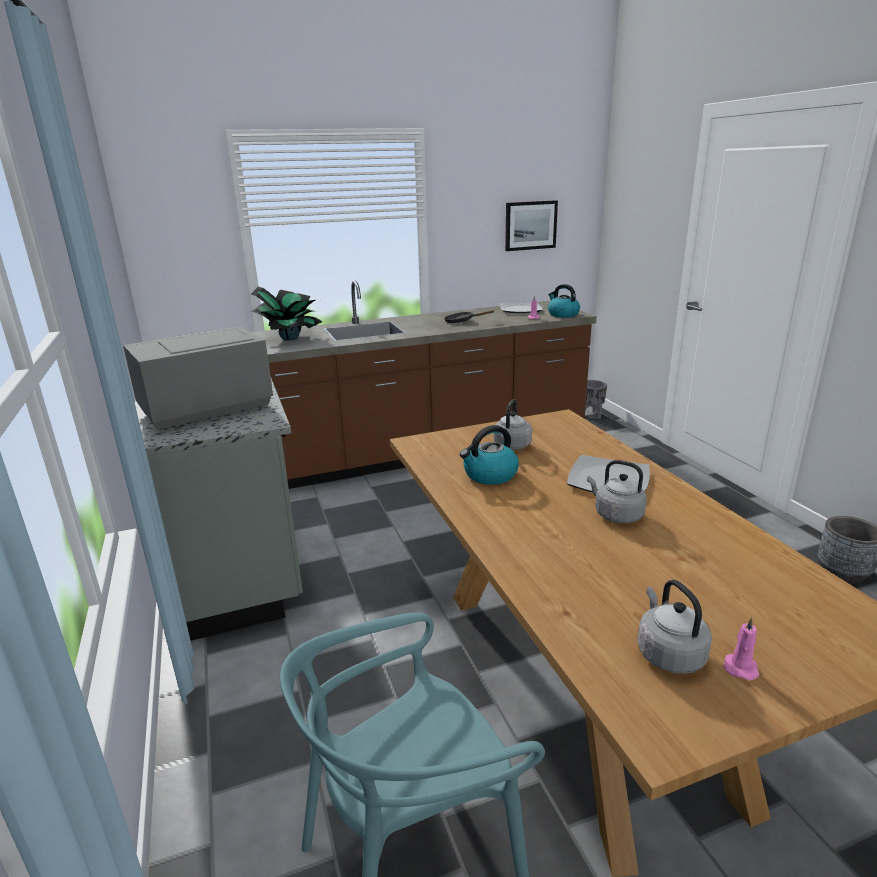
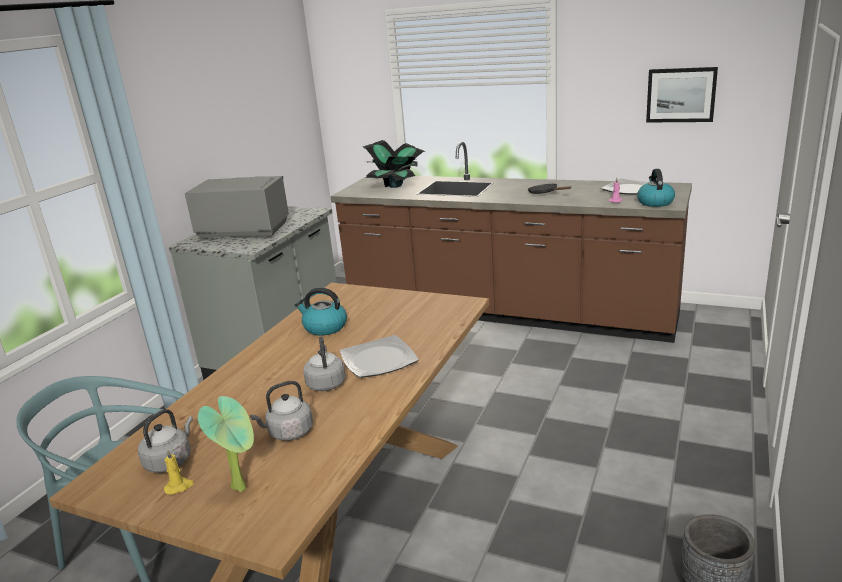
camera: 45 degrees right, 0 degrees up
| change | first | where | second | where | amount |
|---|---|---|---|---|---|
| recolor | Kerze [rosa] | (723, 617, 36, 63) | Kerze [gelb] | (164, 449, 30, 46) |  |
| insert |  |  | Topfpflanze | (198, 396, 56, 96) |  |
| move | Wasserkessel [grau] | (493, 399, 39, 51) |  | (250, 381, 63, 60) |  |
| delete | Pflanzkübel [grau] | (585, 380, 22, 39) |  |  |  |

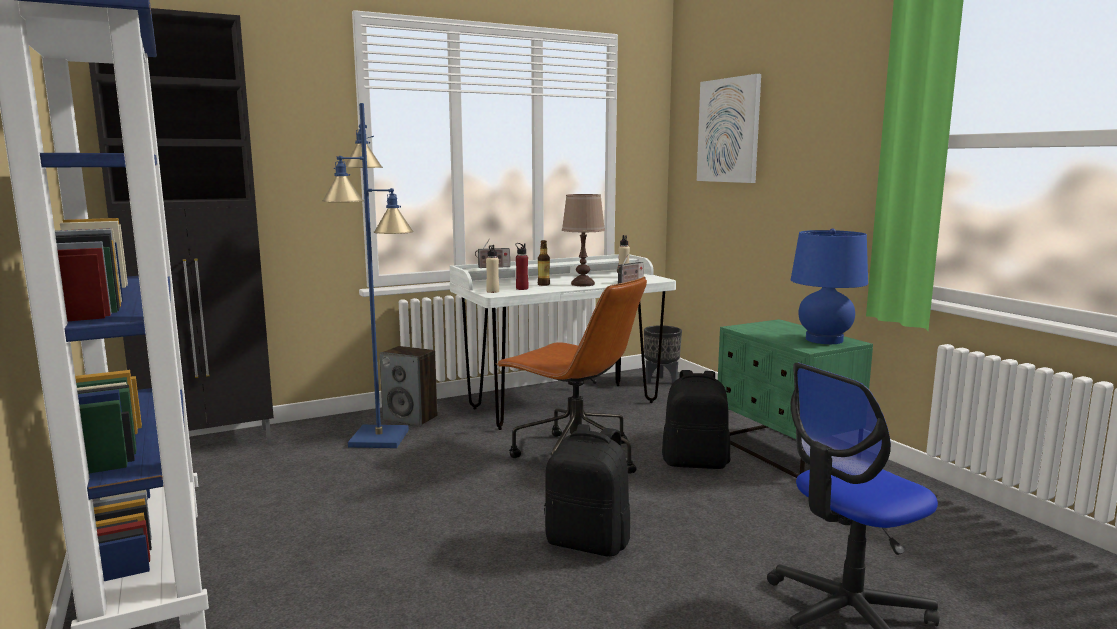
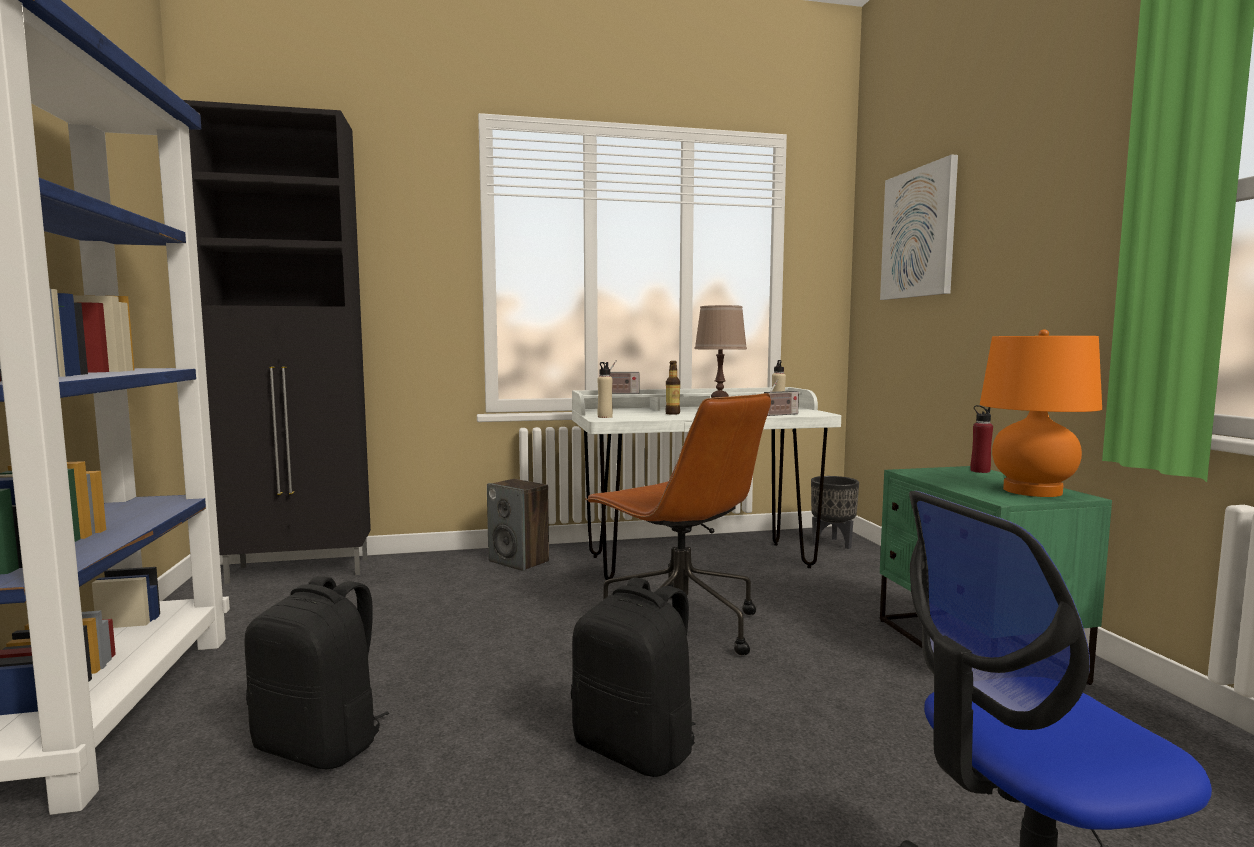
camera: 15 degrees right, 5 degrees down
| change | first | where | second | where | amount |
|---|---|---|---|---|---|
| move | Rucksack [schwarz] | (662, 370, 68, 99) |  | (245, 576, 144, 193) |  |
| move | Flasche [rot] | (515, 243, 13, 47) |  | (971, 405, 22, 68) |  |
| recolor | Tischlampe [blau] | (791, 228, 77, 116) | Tischlampe [orange] | (980, 329, 122, 168) |  |
| delete | Stehlampe [blau] | (322, 103, 92, 345) |  |  |  |

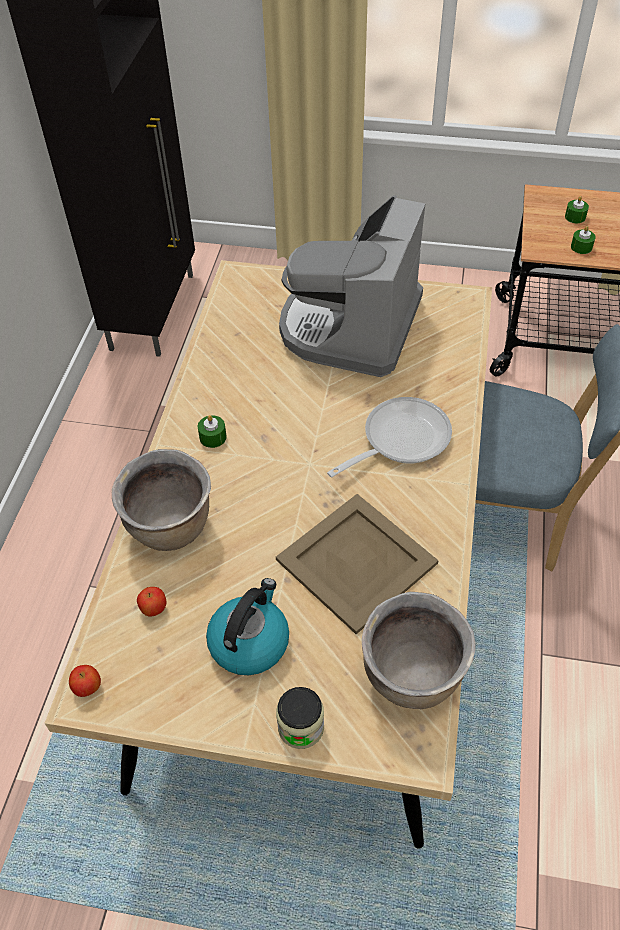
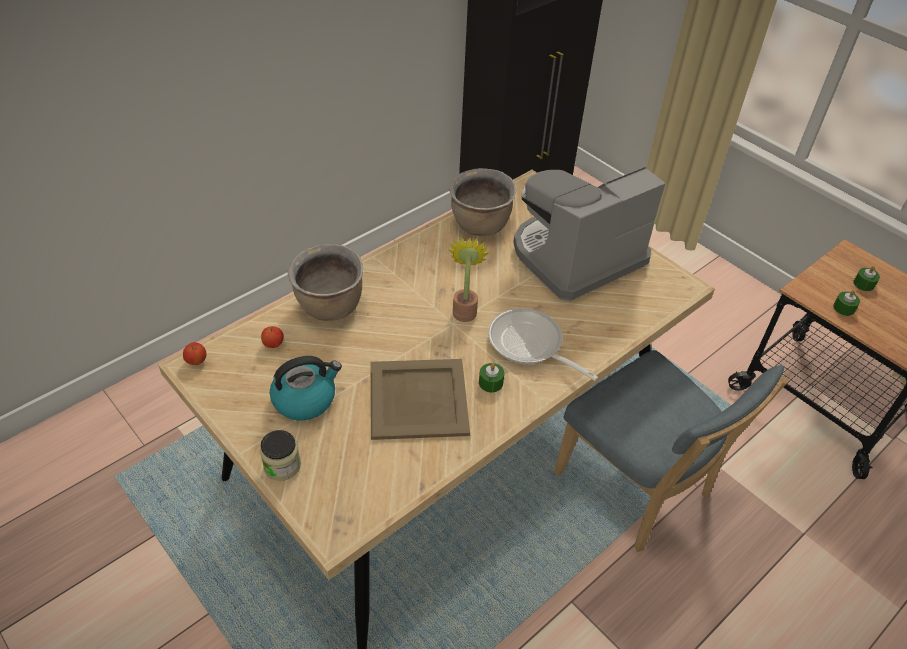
camera: 35 degrees right, 5 degrees down
| change | first | where | second | where | amount |
|---|---|---|---|---|---|
| insert |  |  | Topfpflanze | (448, 237, 42, 85) |  |
| move | Kochtopf [braun] | (362, 592, 114, 117) |  | (449, 168, 67, 68) |  |
| move | Kerze [grün] | (198, 415, 29, 33) |  | (479, 363, 25, 29) |  |
| rotate | Pfanne | (327, 397, 125, 80) |  | (488, 308, 110, 73) | 135 degrees counterclockwise |

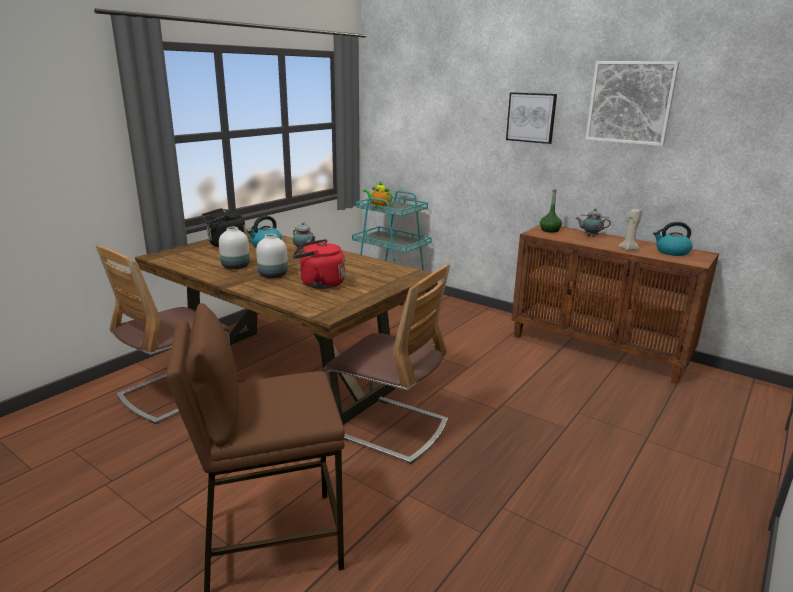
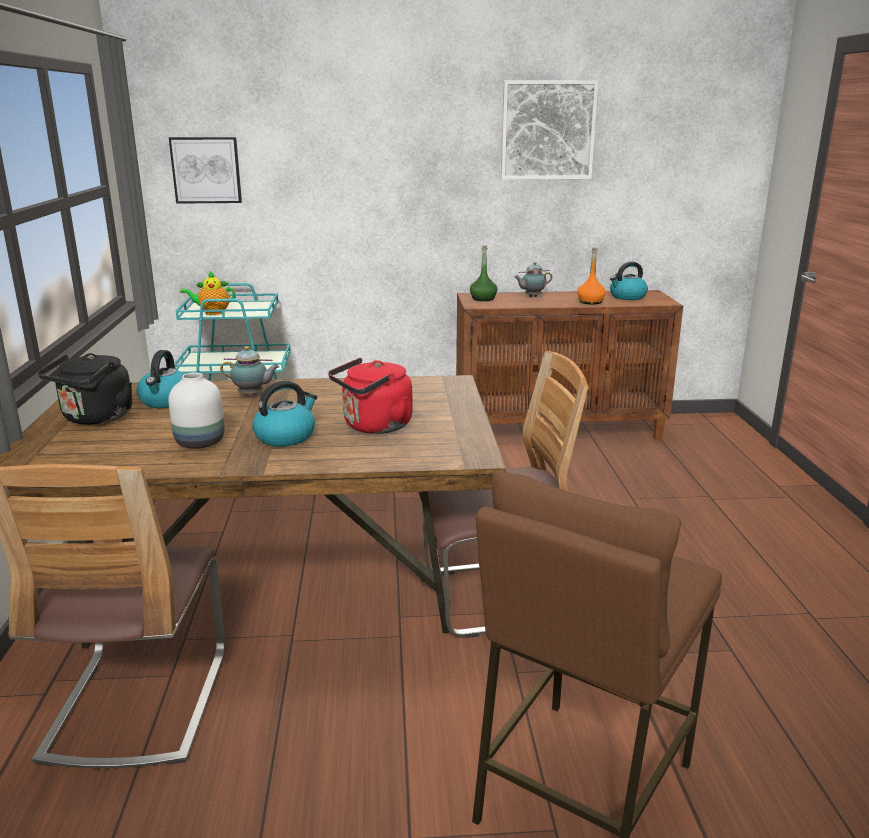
camera: 40 degrees left, 0 degrees up
| change | first | where | second | where | amount |
|---|---|---|---|---|---|
| move | Bild | (506, 92, 51, 52) |  | (169, 137, 73, 67) |  |
| replace | Vase [weiß] | (256, 234, 32, 45) | Wasserkessel | (252, 381, 65, 66) |  |
| replace | Kerze [beige] | (618, 208, 24, 43) | Flasche [orange] | (577, 247, 29, 58) |  |

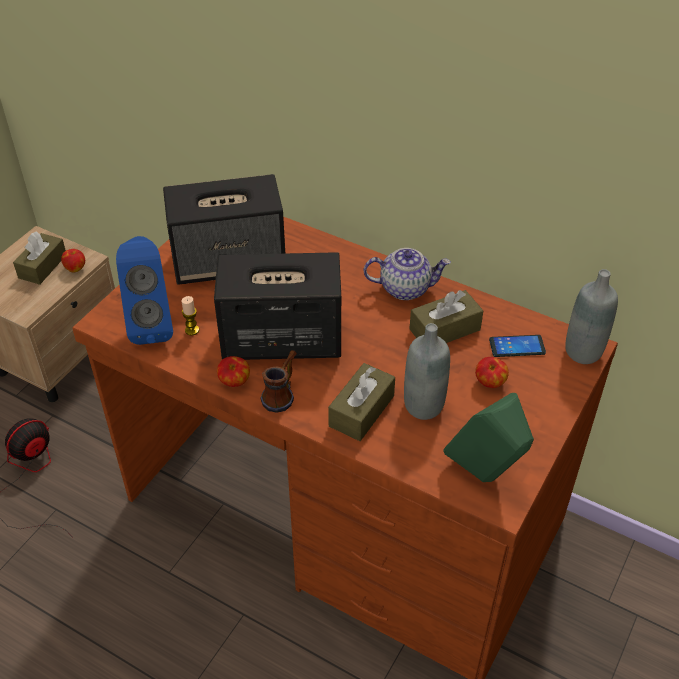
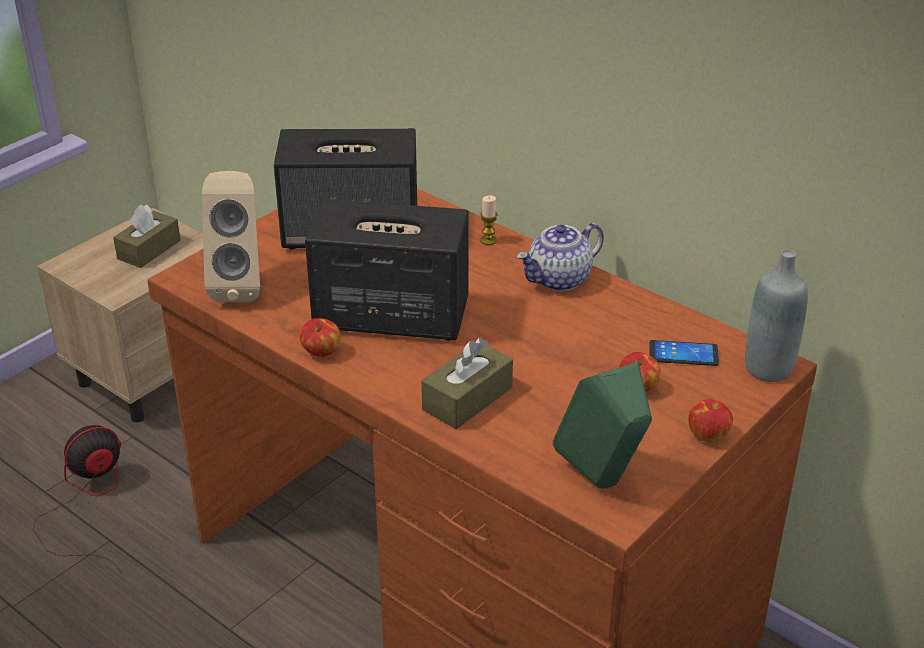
camera: 10 degrees right, 10 degrees down
| change | first | where | second | where | amount |
|---|---|---|---|---|---|
| recolor | Lautsprecher [blau] | (116, 236, 57, 109) | Lautsprecher [beige] | (202, 171, 58, 131) |  |
| move | Kerze | (181, 296, 18, 39) |  | (480, 195, 17, 50) |  |
| rotate | Teekanne | (364, 248, 87, 52) |  | (516, 223, 88, 68) | 135 degrees clockwise |
| move | Apfel | (61, 249, 24, 24) |  | (688, 399, 45, 44) |  |
| delete | Henkelbecher | (261, 350, 36, 62) |  |  |  |
| delete | Flasche [grau] | (404, 323, 46, 97) |  |  |  |
| delete | Taschentuchbox [braun] | (409, 290, 74, 53) |  |  |  |

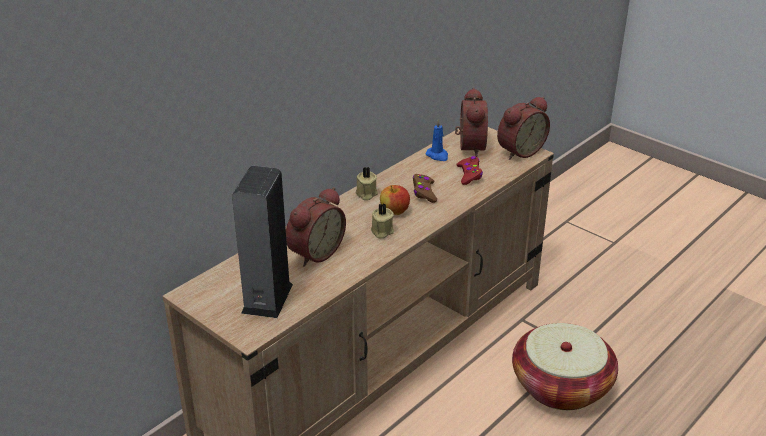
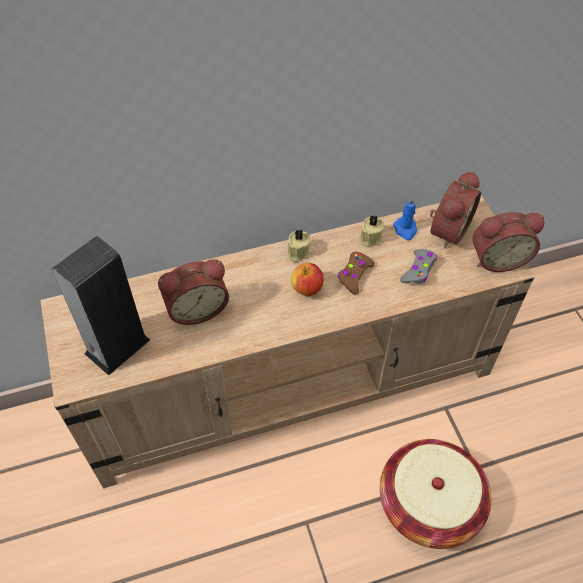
camera: 30 degrees right, 20 degrees up
| change | first | where | second | where | amount |
|---|---|---|---|---|---|
| move | Kerze [beige] | (371, 203, 23, 36) |  | (360, 215, 24, 32) |  |
| recolor | Gamepad [rot] | (456, 156, 27, 29) | Gamepad [grau] | (400, 249, 37, 34) |  |

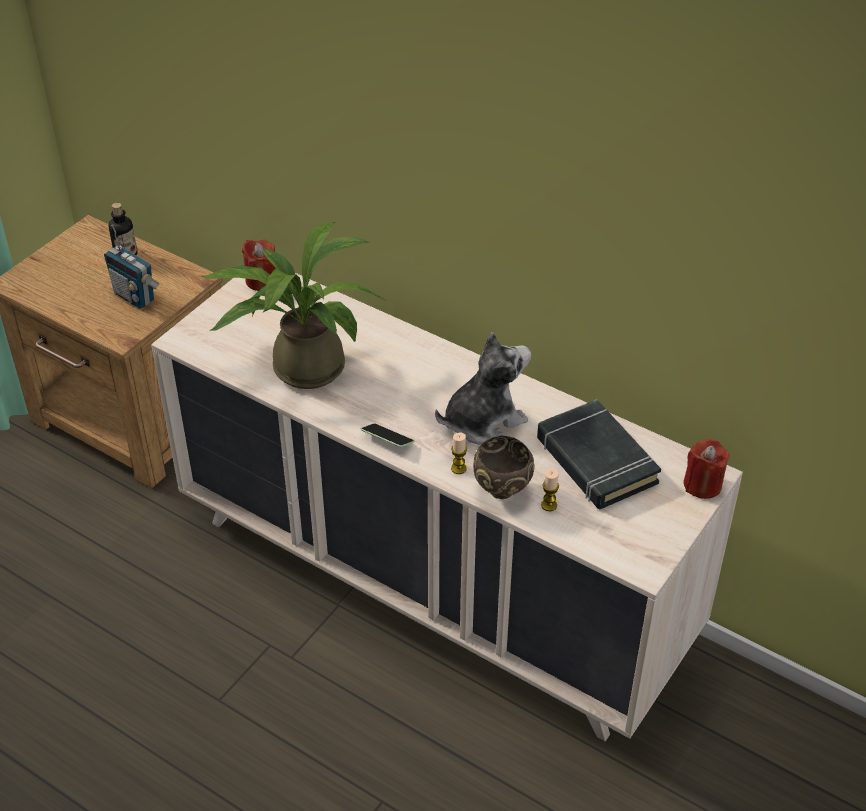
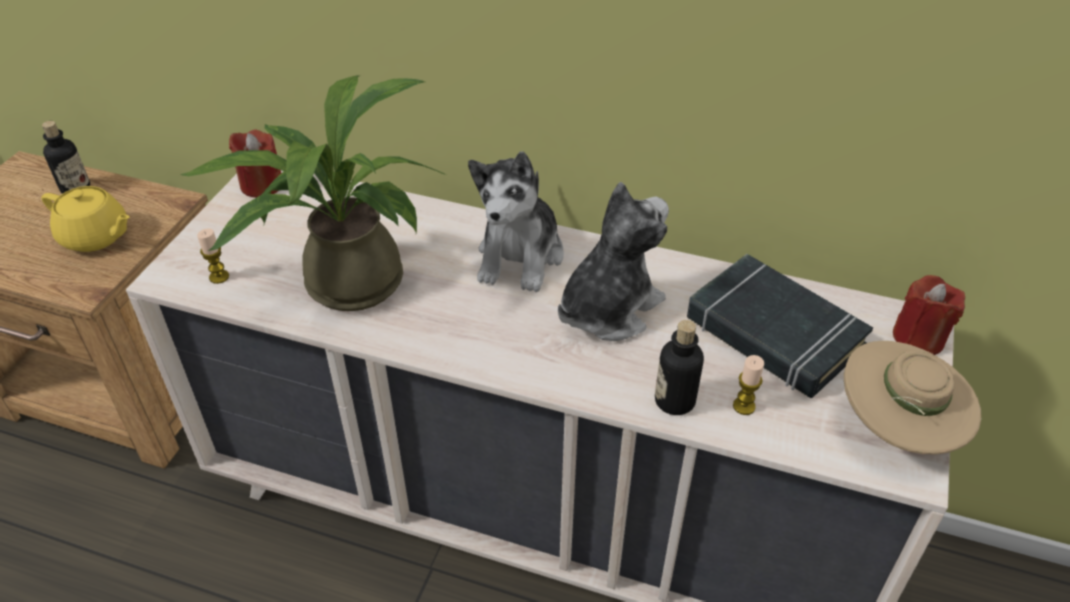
camera: 15 degrees left, 0 degrees up
| change | first | where | second | where | amount |
|---|---|---|---|---|---|
| replace | Radio | (104, 225, 56, 84) | Teekanne [gelb] | (41, 186, 88, 66) |  |
| move | Kerze | (451, 433, 16, 41) |  | (197, 228, 32, 56) |  |
| insert |  |  | Plüschtier | (468, 151, 96, 141) |  |
| replace | Schüssel [braun] | (473, 436, 62, 63) | Flasche | (655, 320, 49, 95) |  |
| insert |  |  | Hut [beige] | (844, 341, 137, 114) |  |
| delete | Handy | (361, 424, 53, 23) |  |  |  |

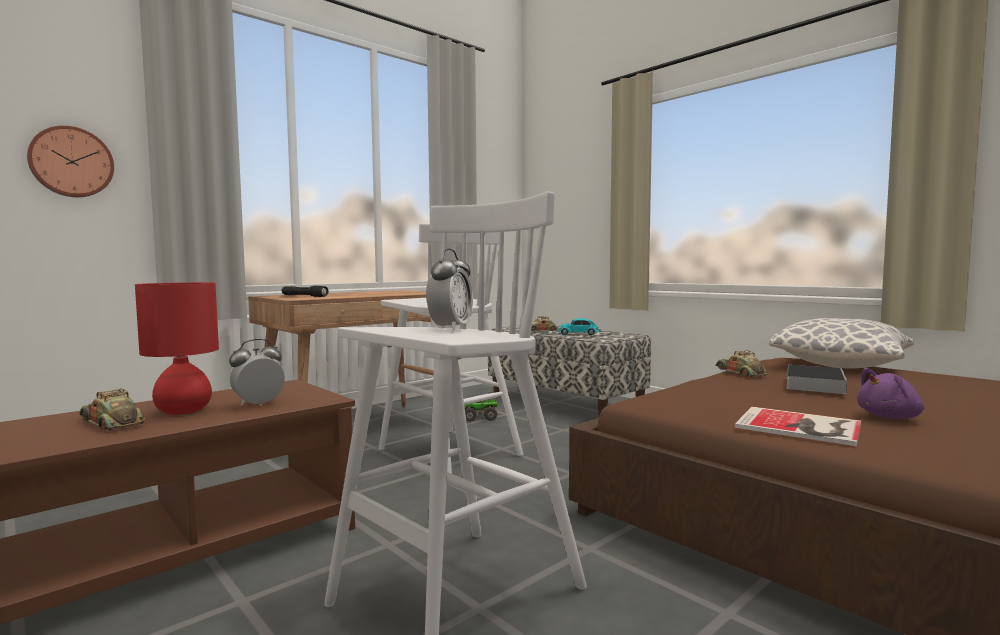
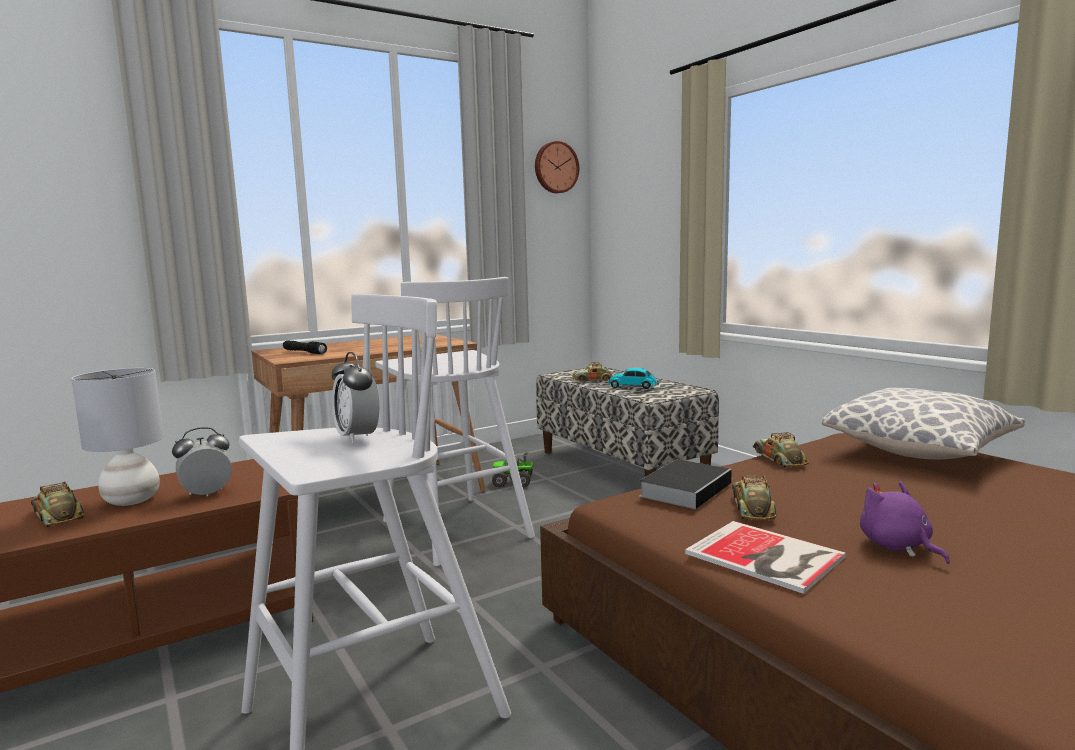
camera: 10 degrees right, 5 degrees up
| change | first | where | second | where | amount |
|---|---|---|---|---|---|
| recolor | Tischlampe [rot] | (135, 282, 84, 133) | Tischlampe [grau] | (71, 368, 93, 138) |  |
| rotate | Wecker | (426, 248, 47, 83) |  | (332, 352, 47, 91) | 120 degrees clockwise |
| move | Wanduhr | (27, 125, 87, 72) |  | (535, 141, 44, 52) |  |
| move | Buch | (787, 365, 60, 29) |  | (639, 459, 93, 50) |  |
| insert |  |  | Spielzeugauto | (732, 475, 44, 46) |  |
| rotate | Plüschtier [lila] | (857, 368, 68, 51) |  | (860, 481, 90, 83) | 75 degrees clockwise |

